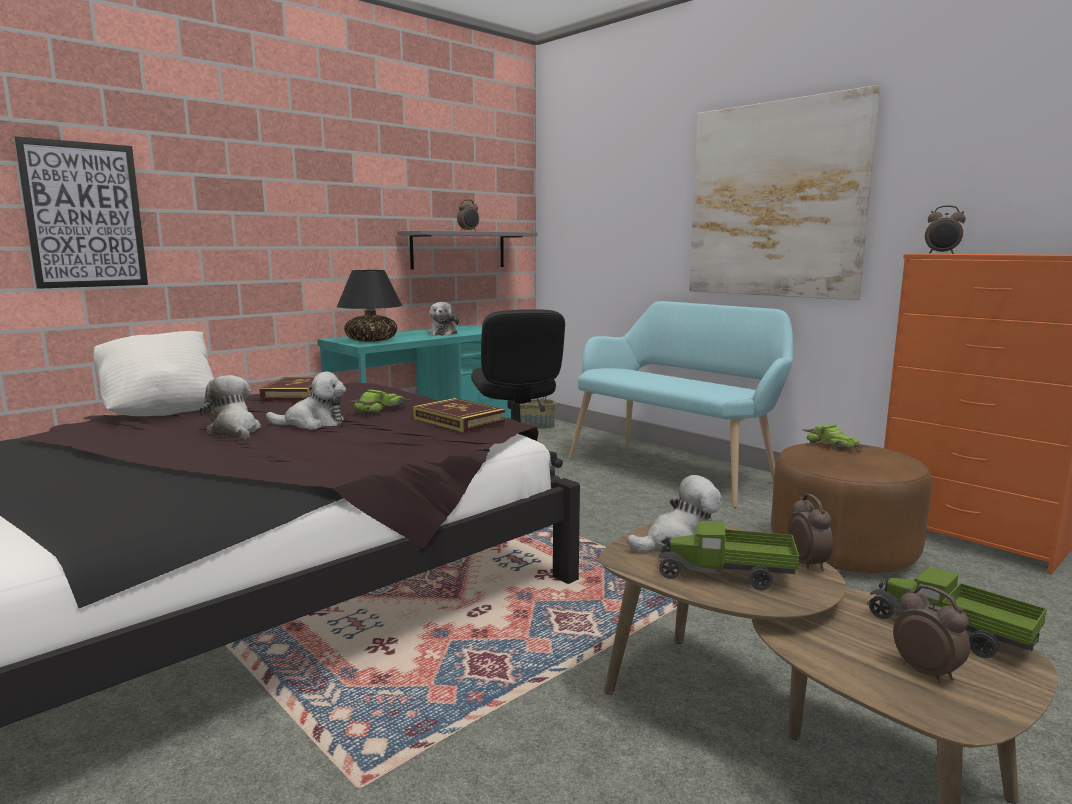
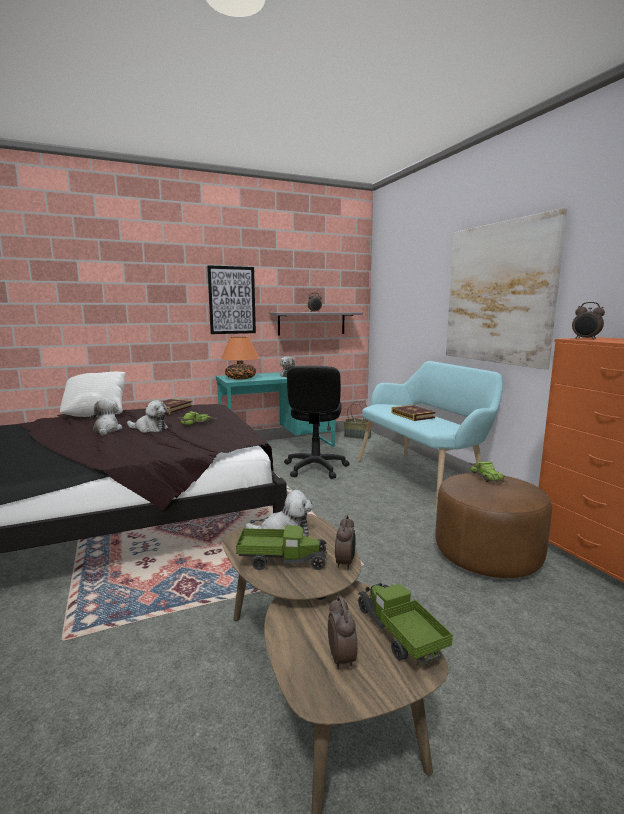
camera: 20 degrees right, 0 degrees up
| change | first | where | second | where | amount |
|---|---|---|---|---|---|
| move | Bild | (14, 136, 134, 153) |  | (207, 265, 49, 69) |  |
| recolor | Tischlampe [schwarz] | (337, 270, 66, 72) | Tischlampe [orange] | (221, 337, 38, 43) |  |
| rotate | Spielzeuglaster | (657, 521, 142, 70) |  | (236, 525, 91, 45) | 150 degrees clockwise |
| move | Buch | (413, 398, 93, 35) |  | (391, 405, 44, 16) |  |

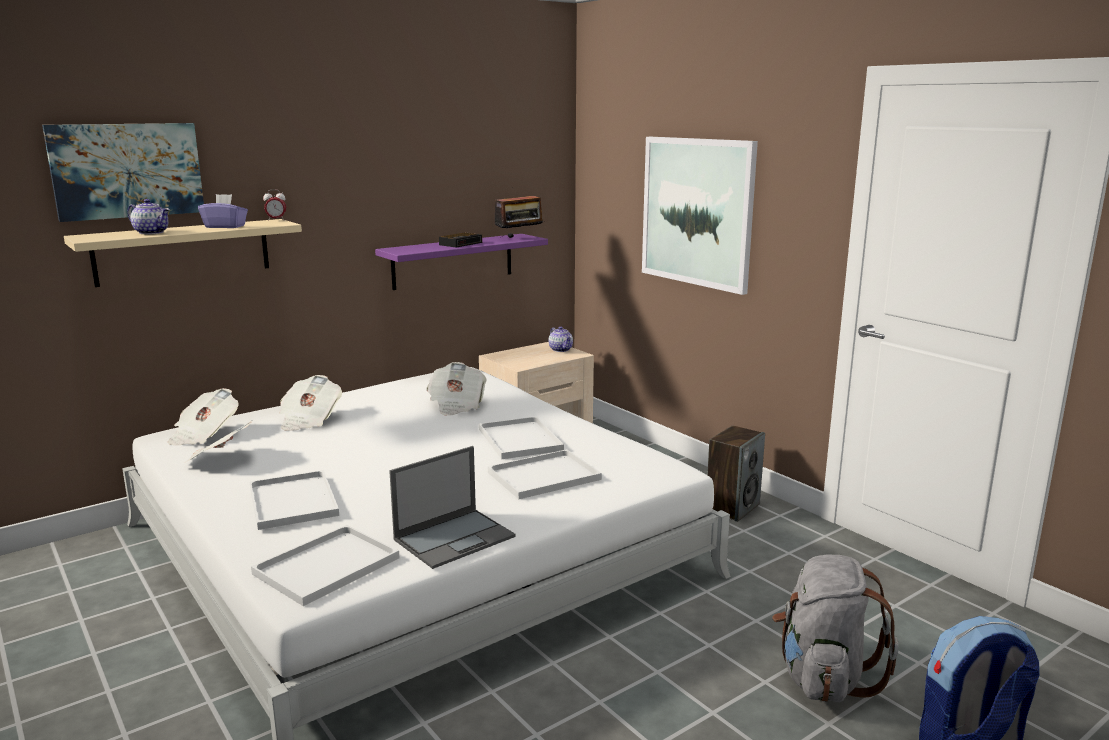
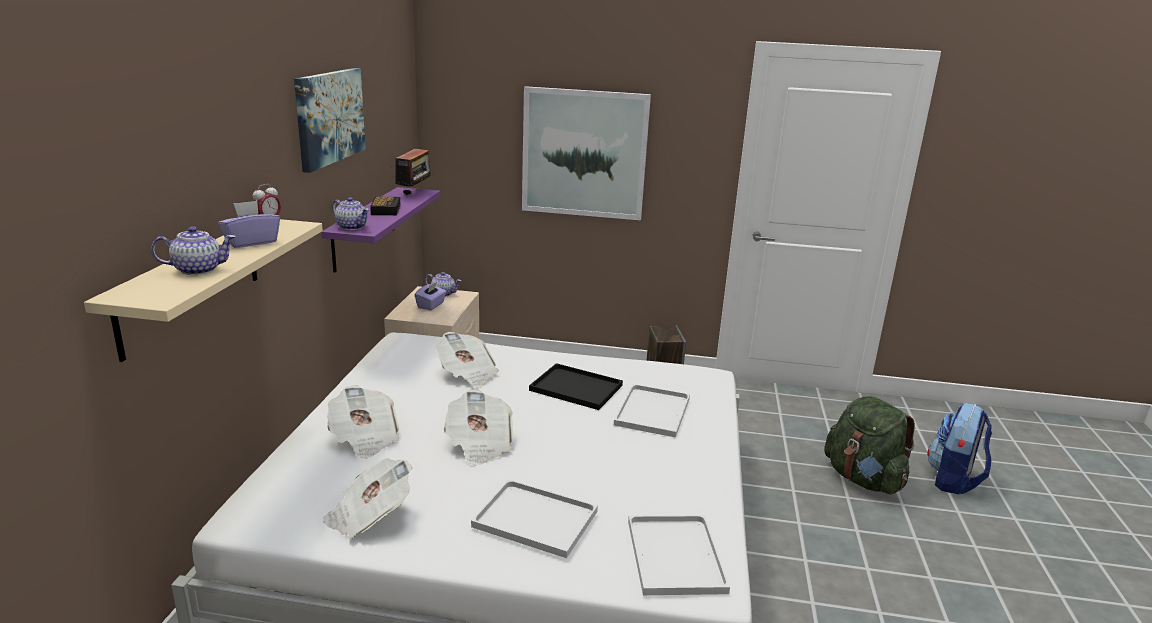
camera: 45 degrees left, 5 degrees up
| change | first | where | second | where | amount |
|---|---|---|---|---|---|
| move | Bild | (42, 123, 162, 99) |  | (294, 68, 72, 105) |  |
| insert |  |  | Teekanne | (332, 197, 37, 33) |  |
| insert |  |  | Taschentuchbox [lila] | (415, 282, 32, 28) |  |
| move | Zeitung | (168, 388, 71, 58) |  | (444, 390, 69, 76) |  |
| recolor | Tablett [weiß] | (479, 416, 85, 43) | Tablett [schwarz] | (529, 363, 94, 47) |  |
| recolor | Rucksack [grau] | (772, 555, 126, 147) | Rucksack [grün] | (824, 396, 91, 98) |  |
| delete | Laptop | (389, 446, 127, 123) |  |  |  |

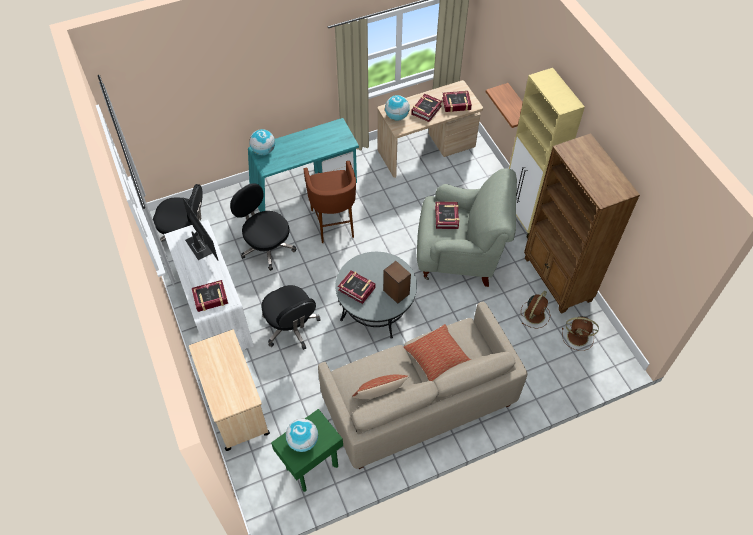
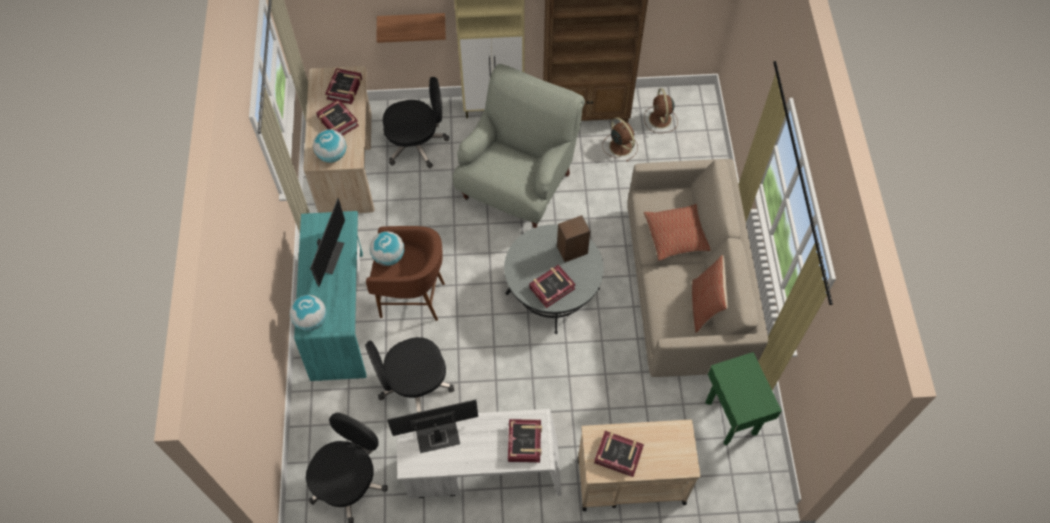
camera: 70 degrees left, 5 degrees up
| change | first | where | second | where | amount |
|---|---|---|---|---|---|
| insert |  |  | Monitor | (310, 198, 35, 89) |  |
| move | Globus | (286, 419, 32, 33) |  | (370, 231, 34, 35) |  |
| move | Bürostuhl [schwarz] | (262, 285, 58, 65) |  | (383, 77, 66, 91) |  |
| move | Buch | (435, 202, 25, 27) |  | (594, 431, 50, 46) |  |
| rotate | Ventilator [braun] | (562, 316, 37, 35) |  | (644, 88, 34, 45) | 135 degrees clockwise |

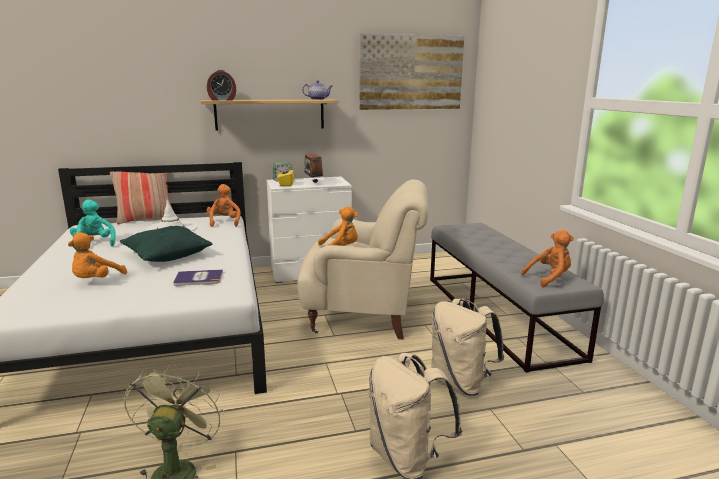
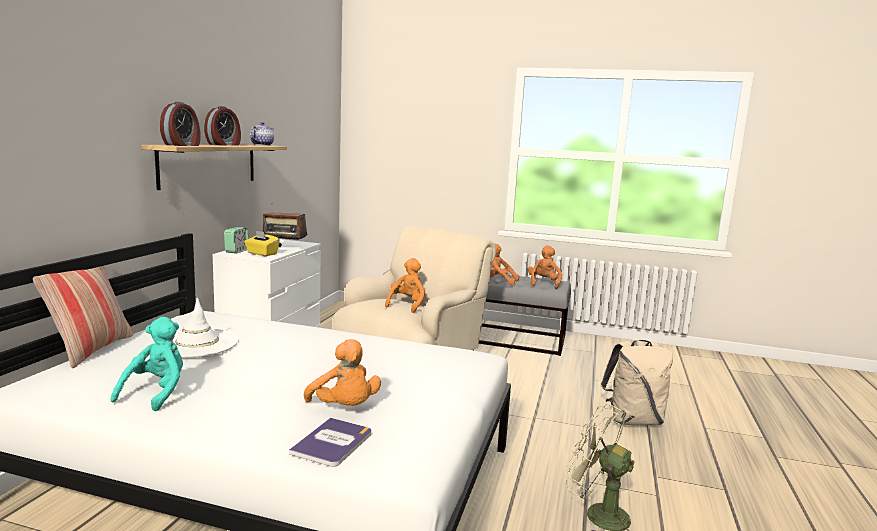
camera: 60 degrees left, 5 degrees down
| change | first | where | second | where | amount |
|---|---|---|---|---|---|
| rotate | Plüschtier [türkis] | (70, 200, 46, 46) |  | (111, 317, 72, 94) | 105 degrees clockwise |
| insert |  |  | Wecker | (204, 106, 37, 40) |  |
| move | Buch | (173, 269, 50, 17) |  | (289, 418, 82, 49) |  |
| move | Plüschtier [orange] | (206, 184, 35, 43) |  | (490, 243, 29, 42) |  |
| delete | Kissen [grün] | (120, 226, 92, 36) |  |  |  |
| delete | Bild | (359, 33, 105, 77) |  |  |  |
| delete | Rucksack [beige] | (431, 298, 73, 98) |  |  |  |

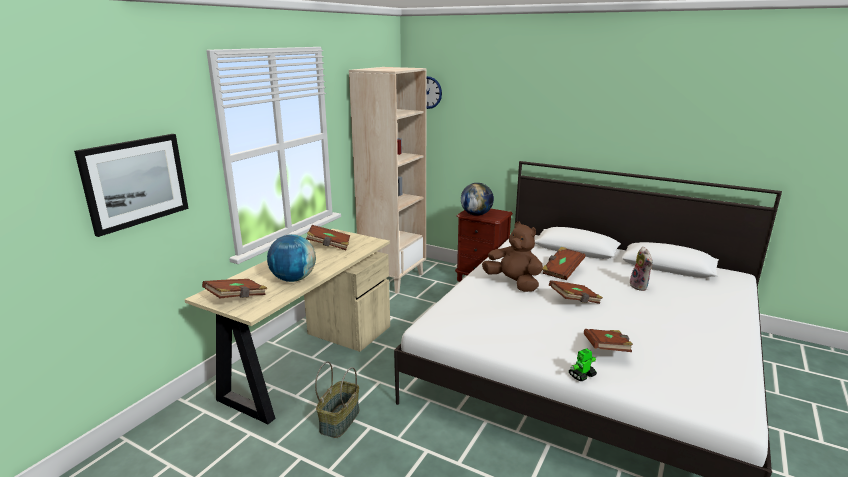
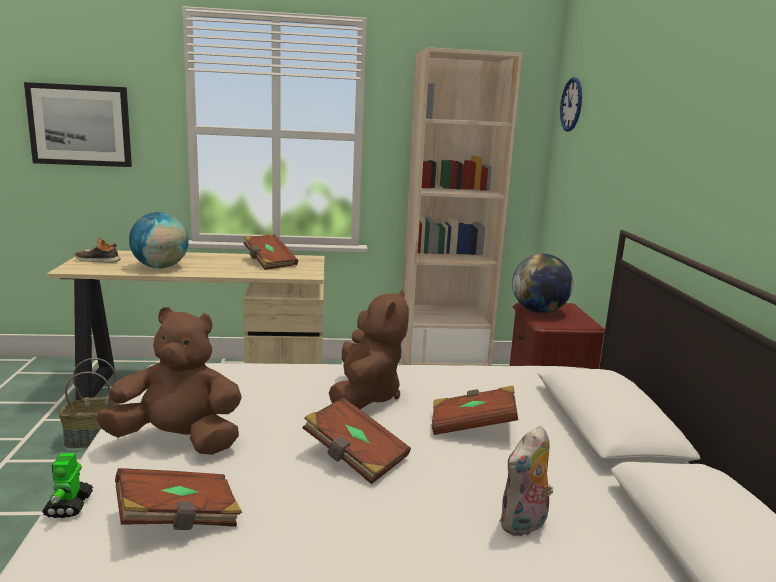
camera: 55 degrees right, 5 degrees down
| change | first | where | second | where | amount |
|---|---|---|---|---|---|
| rotate | Spielzeugroboter | (569, 348, 28, 33) |  | (42, 453, 51, 65) | 120 degrees counterclockwise |
| replace | Buch [braun] | (202, 279, 65, 19) | Schuh | (75, 238, 46, 25) |  |
| insert |  |  | Plüschtier [braun] | (96, 307, 146, 148) |  |

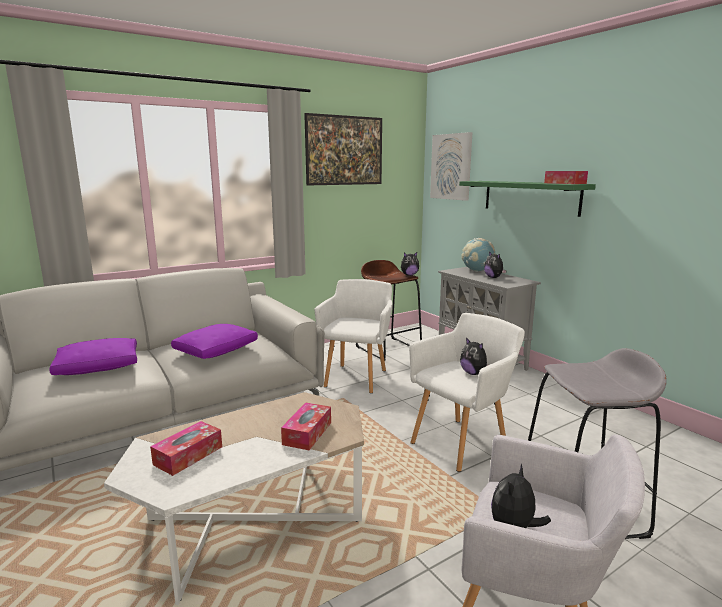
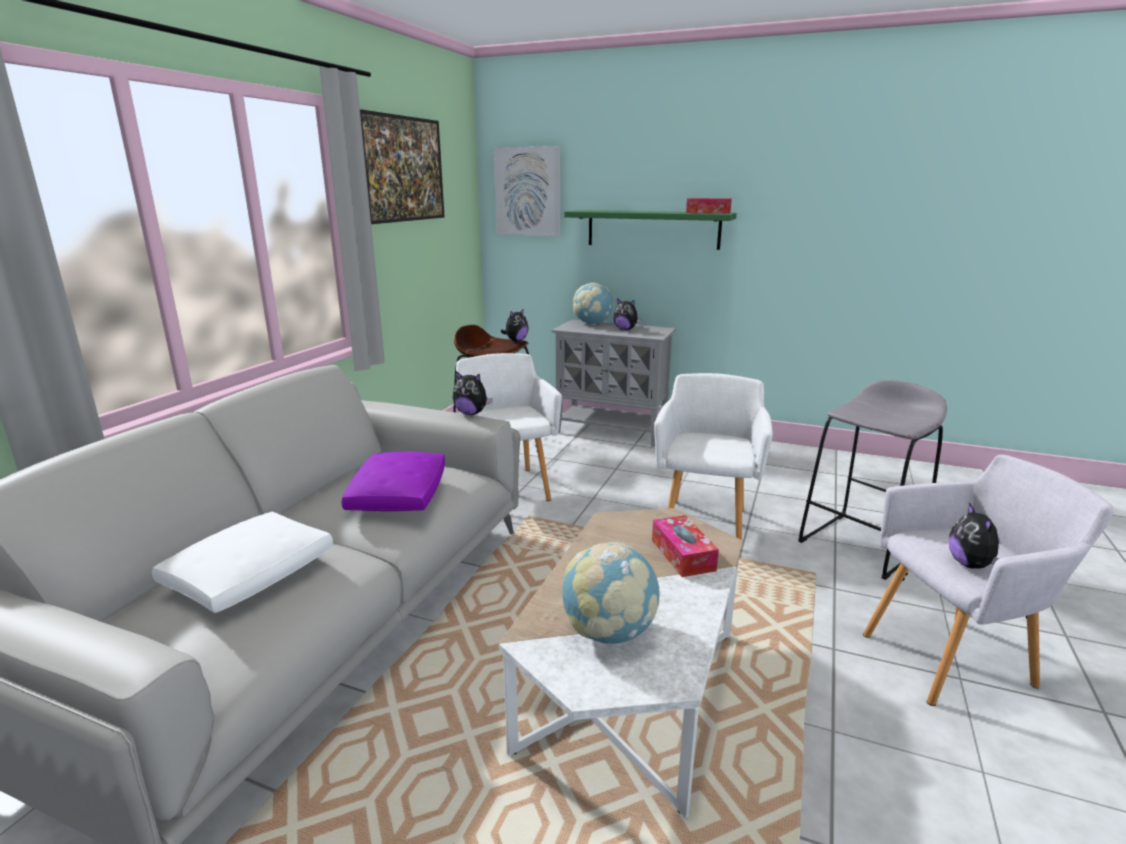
camera: 35 degrees left, 5 degrees up
| change | first | where | second | where | amount |
|---|---|---|---|---|---|
| recolor | Kissen [lila] | (49, 338, 88, 37) | Kissen [weiß] | (152, 512, 181, 101) |  |
| move | Plüschtier | (460, 337, 29, 38) |  | (453, 371, 40, 44) |  |
| replace | Taschentuchbox | (150, 421, 72, 55) | Globus | (562, 542, 98, 102) |  |

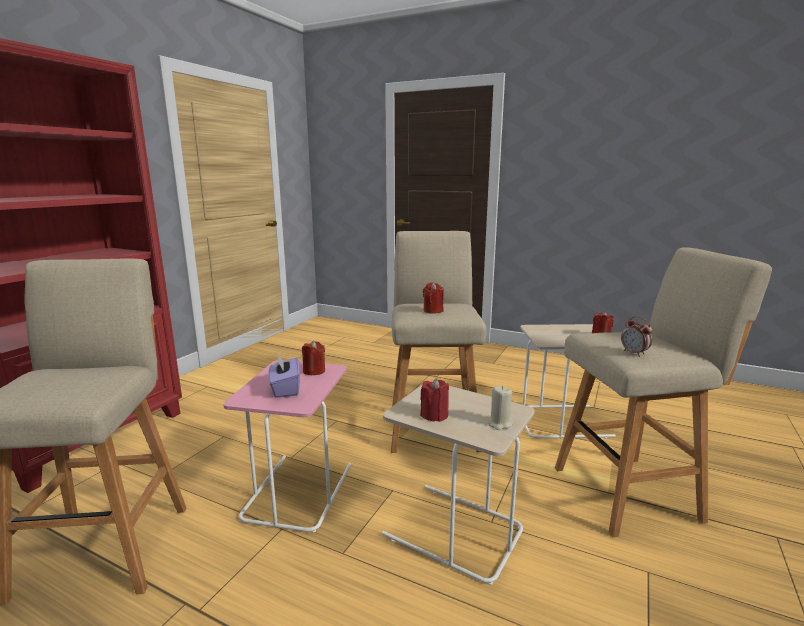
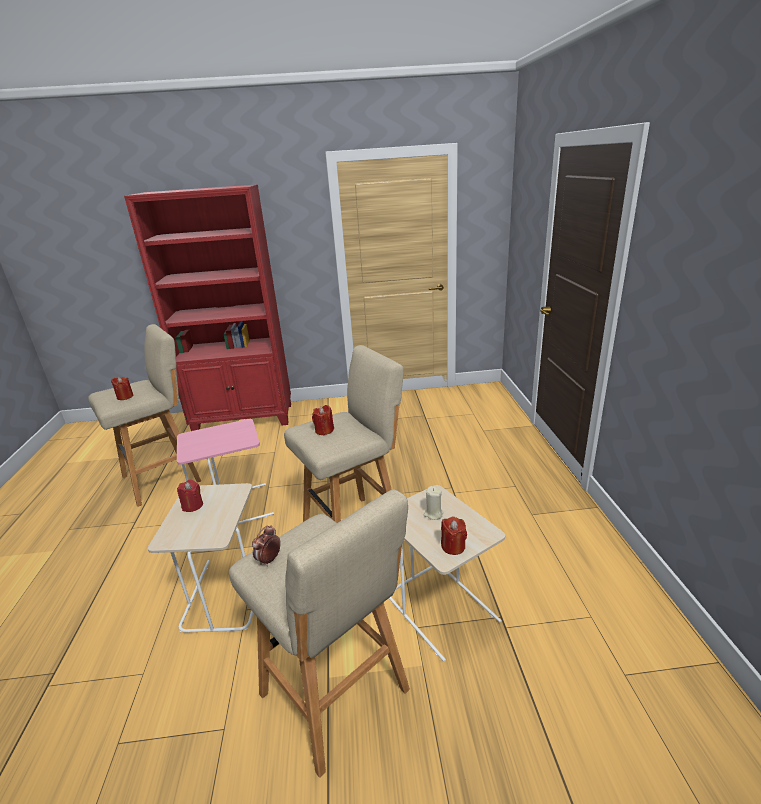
camera: 60 degrees right, 10 degrees up
| change | first | where | second | where | amount |
|---|---|---|---|---|---|
| move | Kerze [rot] | (302, 341, 23, 34) |  | (111, 377, 22, 23) |  |
| move | Kerze [beige] | (488, 386, 25, 44) |  | (424, 486, 20, 34) |  |
| delete | Taschentuchbox [lila] | (268, 354, 32, 44) |  |  |  |

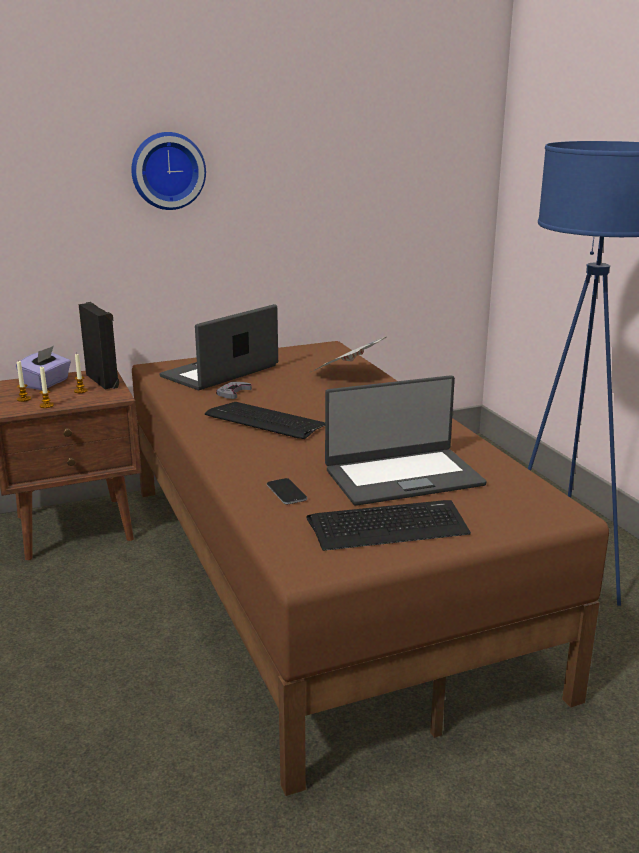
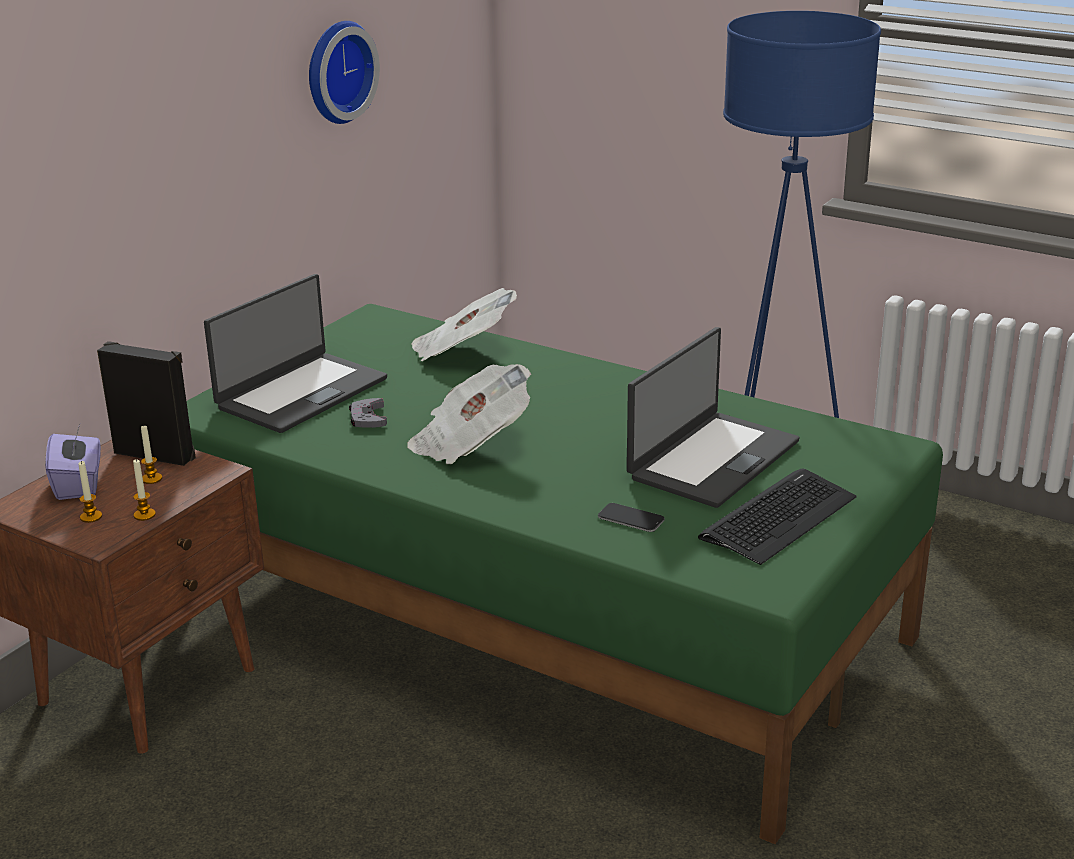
camera: 35 degrees left, 5 degrees up
| change | first | where | second | where | amount |
|---|---|---|---|---|---|
| recolor | Bett [braun] | (132, 341, 477, 455) | Bett [grün] | (186, 304, 757, 540) |  |
| rotate | Laptop | (159, 304, 119, 86) |  | (204, 274, 183, 159) | 150 degrees counterclockwise |
| move | Wanduhr | (131, 132, 75, 78) |  | (309, 21, 71, 103) |  |
| replace | Tastatur | (205, 402, 120, 37) | Zeitung | (408, 364, 123, 100) |  |

